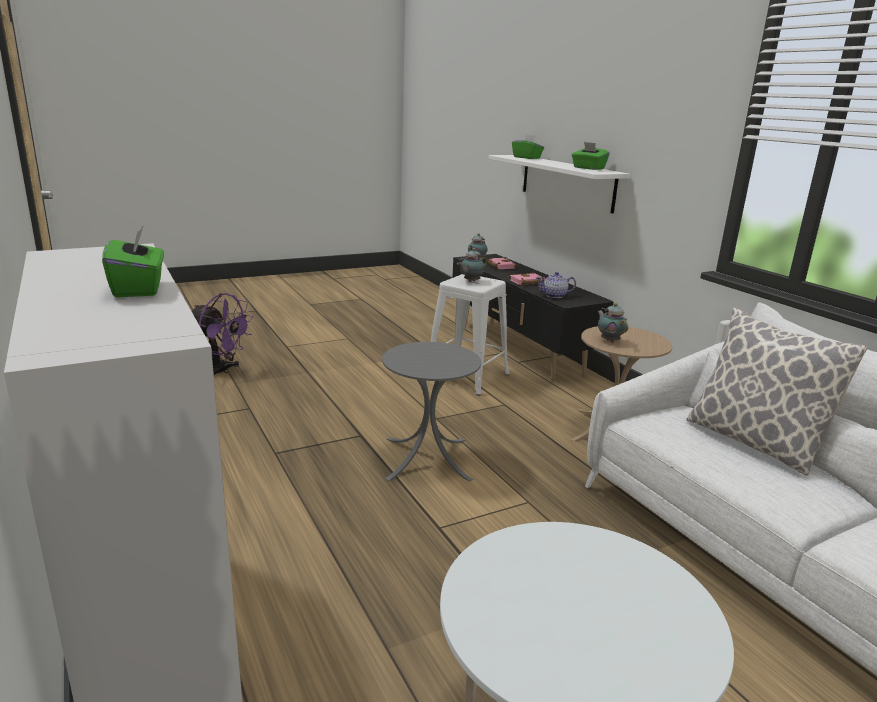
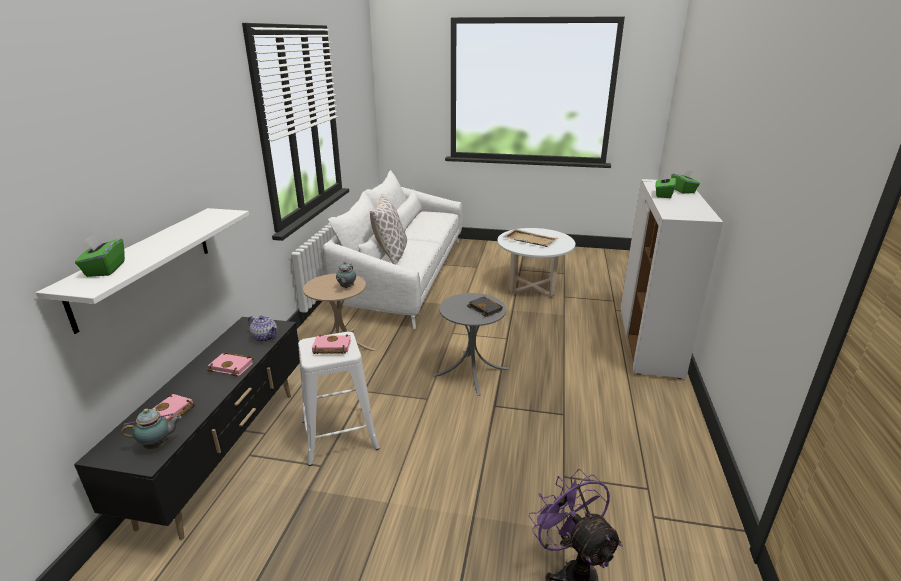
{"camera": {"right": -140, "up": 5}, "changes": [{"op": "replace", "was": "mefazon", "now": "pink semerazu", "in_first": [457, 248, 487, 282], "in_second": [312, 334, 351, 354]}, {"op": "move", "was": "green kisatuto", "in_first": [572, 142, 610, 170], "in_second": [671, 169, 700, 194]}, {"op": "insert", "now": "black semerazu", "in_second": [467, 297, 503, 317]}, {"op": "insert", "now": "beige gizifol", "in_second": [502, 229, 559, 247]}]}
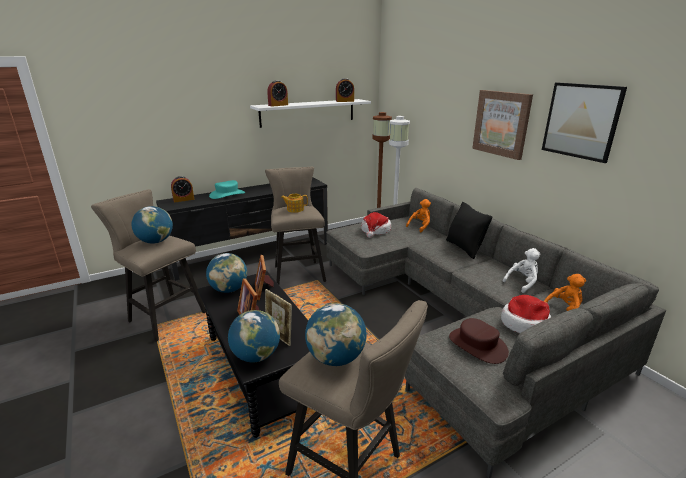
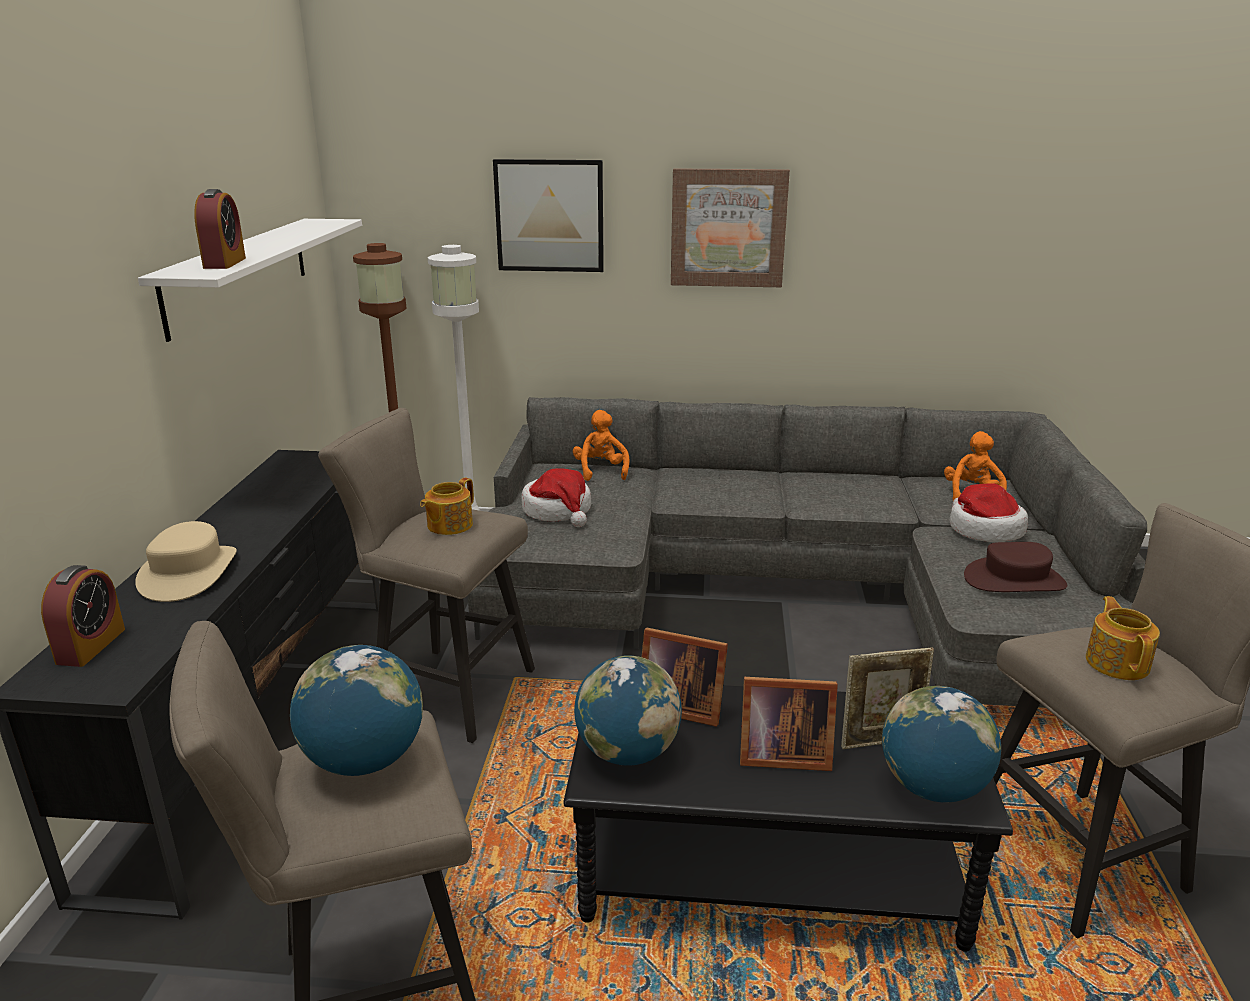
{"camera": {"right": -55, "up": 0}, "changes": [{"op": "recolor", "was": "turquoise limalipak", "now": "beige limalipak", "in_first": [209, 180, 245, 199], "in_second": [135, 521, 237, 602]}, {"op": "replace", "was": "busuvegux", "now": "mefazon", "in_first": [305, 303, 366, 366], "in_second": [1086, 596, 1160, 680]}, {"op": "delete", "was": "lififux", "in_first": [336, 78, 354, 102]}, {"op": "delete", "was": "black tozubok", "in_first": [446, 202, 492, 259]}, {"op": "delete", "was": "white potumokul", "in_first": [503, 248, 540, 293]}, {"op": "move", "was": "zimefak", "in_first": [542, 82, 627, 163], "in_second": [493, 159, 604, 272]}]}
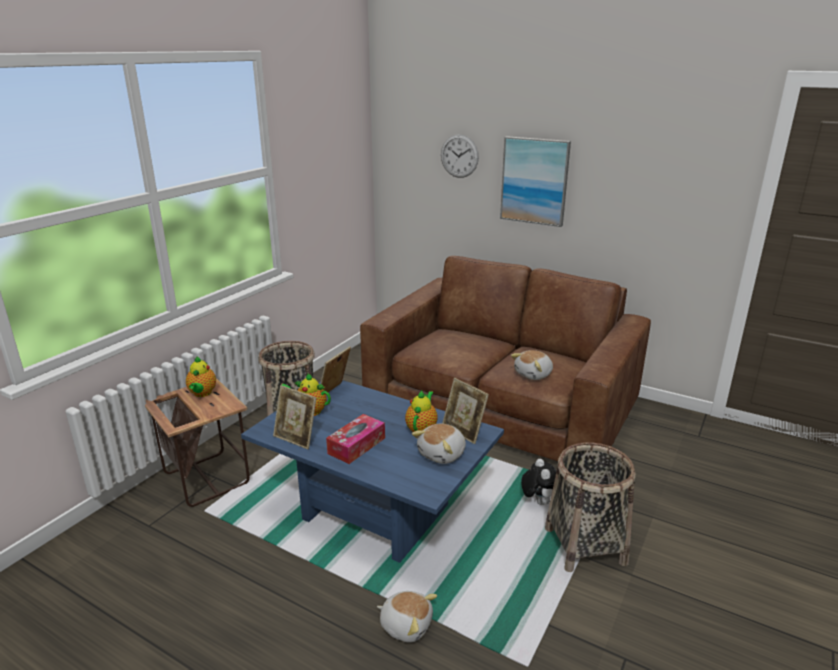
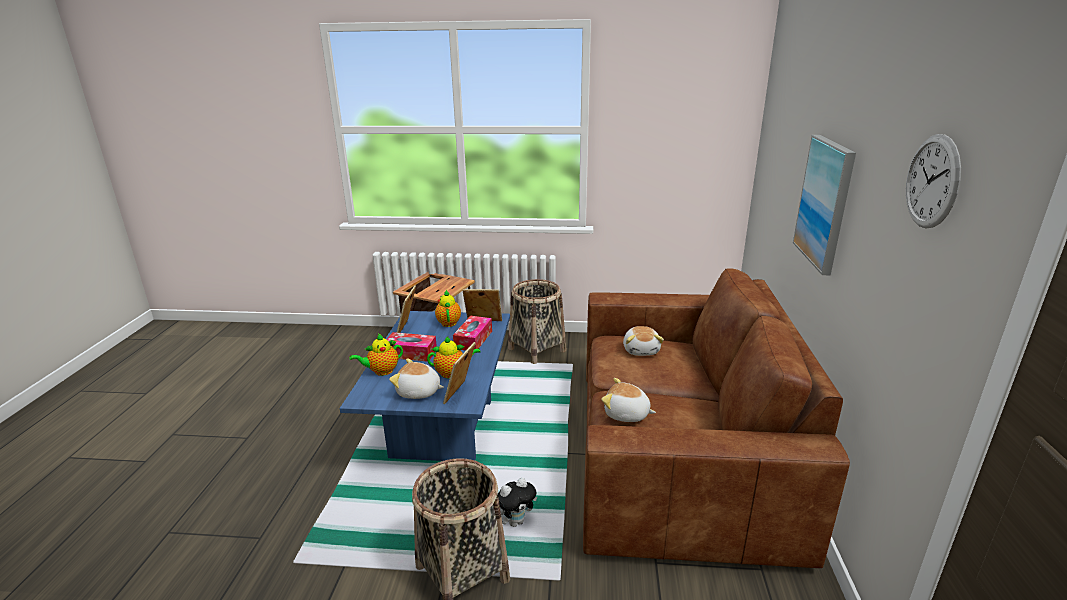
{"camera": {"right": 65, "up": 0}, "changes": [{"op": "move", "was": "mefazon", "in_first": [186, 356, 216, 397], "in_second": [349, 334, 403, 376]}, {"op": "move", "was": "potumokul", "in_first": [377, 591, 437, 642], "in_second": [623, 326, 664, 356]}, {"op": "move", "was": "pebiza", "in_first": [441, 134, 479, 178], "in_second": [906, 134, 961, 228]}, {"op": "insert", "now": "kisatuto", "in_second": [453, 316, 492, 350]}]}
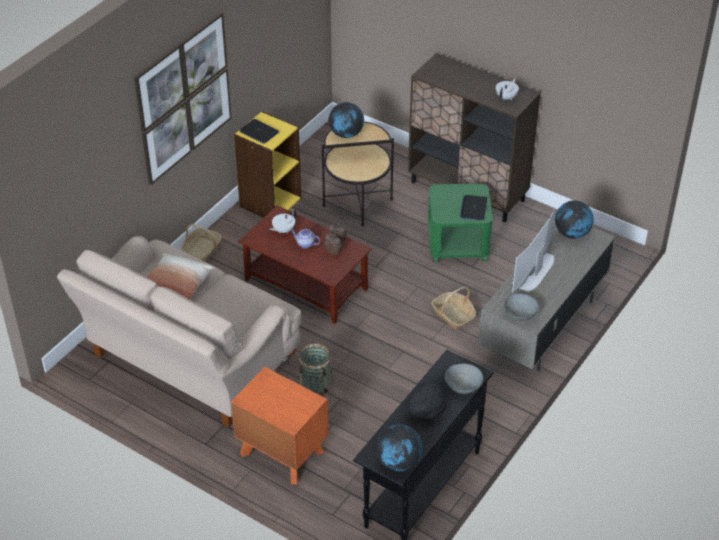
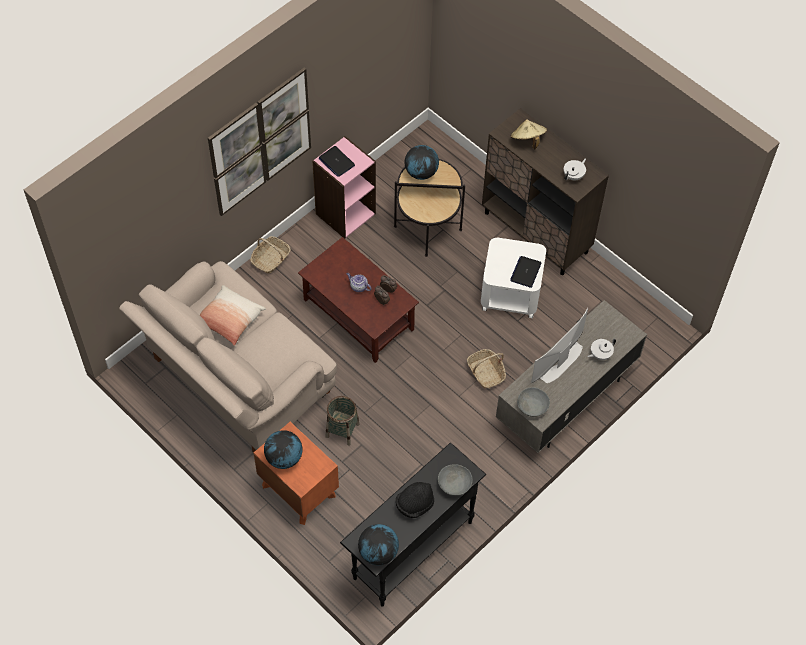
{"camera": {"right": 10, "up": 15}, "changes": [{"op": "recolor", "was": "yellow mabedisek", "now": "pink mabedisek", "in_first": [234, 111, 301, 218], "in_second": [312, 136, 376, 239]}, {"op": "move", "was": "white mefazon", "in_first": [269, 209, 296, 233], "in_second": [587, 339, 616, 360]}, {"op": "recolor", "was": "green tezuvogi", "now": "white tezuvogi", "in_first": [428, 184, 493, 262], "in_second": [481, 238, 546, 318]}, {"op": "move", "was": "busuvegux", "in_first": [555, 200, 594, 239], "in_second": [264, 430, 302, 469]}, {"op": "insert", "now": "beige limalipak", "in_second": [511, 119, 547, 150]}]}
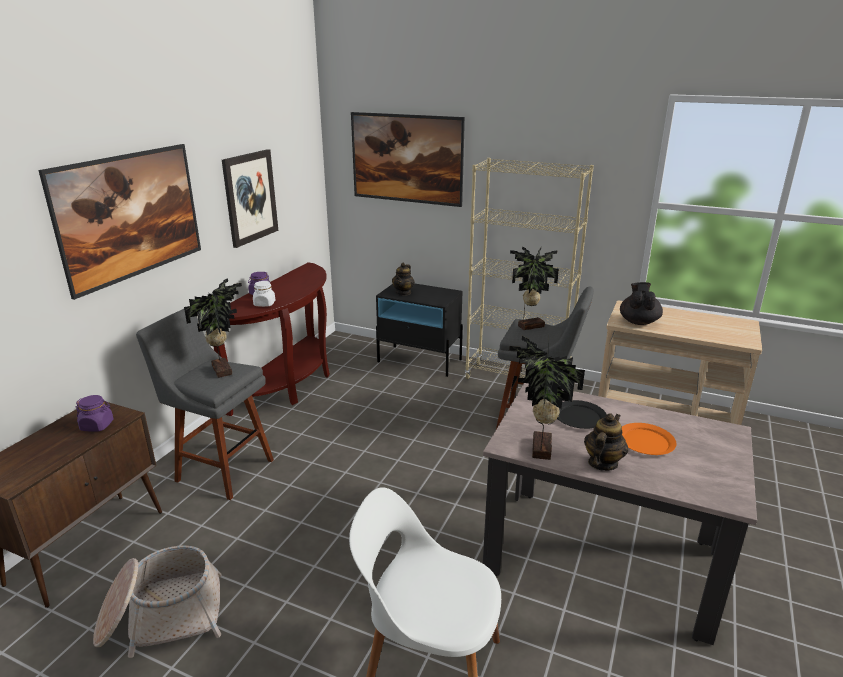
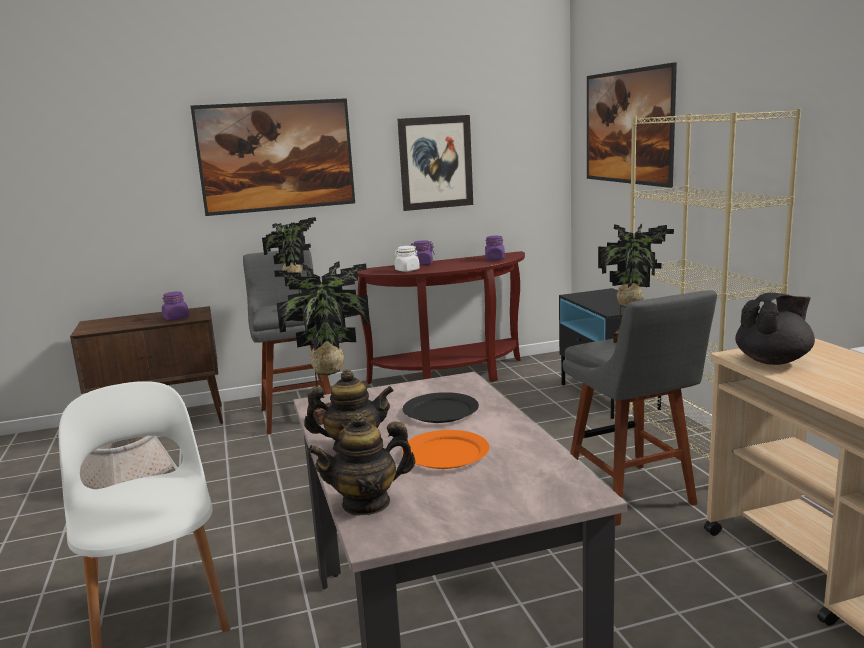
{"camera": {"right": 50, "up": -10}, "changes": [{"op": "move", "was": "mefazon", "in_first": [392, 263, 415, 296], "in_second": [308, 413, 415, 516]}, {"op": "insert", "now": "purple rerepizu", "in_second": [485, 236, 505, 260]}]}
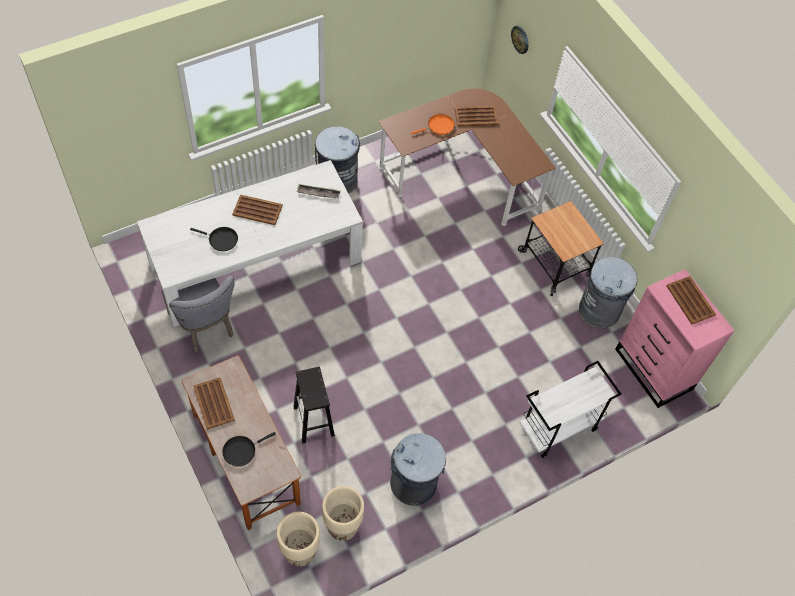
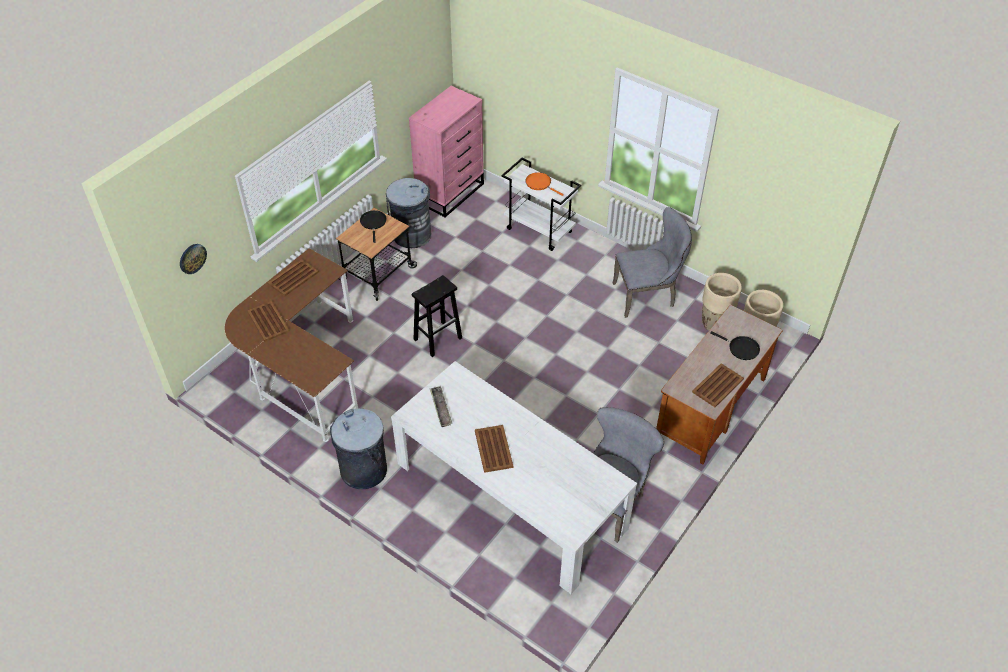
{"camera": {"right": -110, "up": -10}, "changes": [{"op": "move", "was": "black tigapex", "in_first": [190, 227, 238, 251], "in_second": [360, 210, 387, 243]}, {"op": "move", "was": "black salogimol", "in_first": [293, 367, 335, 444], "in_second": [412, 275, 462, 357]}, {"op": "replace", "was": "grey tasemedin", "now": "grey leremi", "in_first": [390, 433, 446, 506], "in_second": [613, 207, 692, 318]}, {"op": "move", "was": "orange tigapex", "in_first": [411, 114, 455, 135], "in_second": [525, 172, 564, 196]}, {"op": "move", "was": "brown gizifol", "in_first": [666, 276, 716, 325], "in_second": [268, 259, 319, 296]}]}
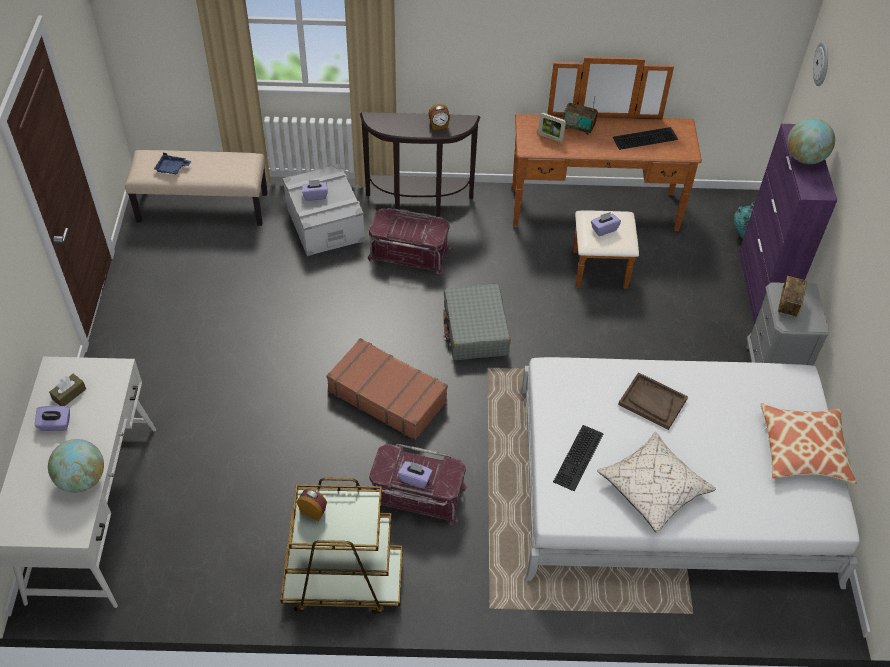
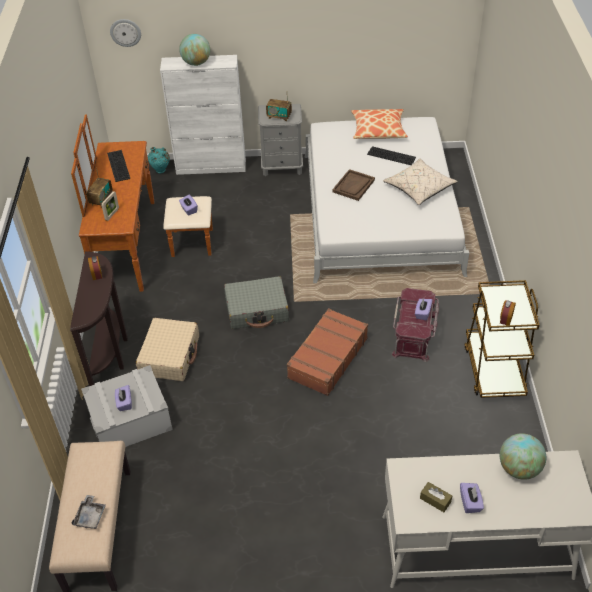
{"camera": {"right": -90, "up": -5}, "changes": [{"op": "recolor", "was": "blue gizifol", "now": "grey gizifol", "in_first": [154, 153, 191, 174], "in_second": [72, 495, 106, 529]}, {"op": "replace", "was": "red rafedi", "now": "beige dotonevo", "in_first": [368, 208, 451, 274], "in_second": [136, 318, 199, 381]}, {"op": "move", "was": "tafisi", "in_first": [553, 425, 604, 492], "in_second": [367, 146, 416, 165]}, {"op": "recolor", "was": "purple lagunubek", "now": "white lagunubek", "in_first": [739, 124, 837, 325], "in_second": [160, 55, 246, 175]}]}
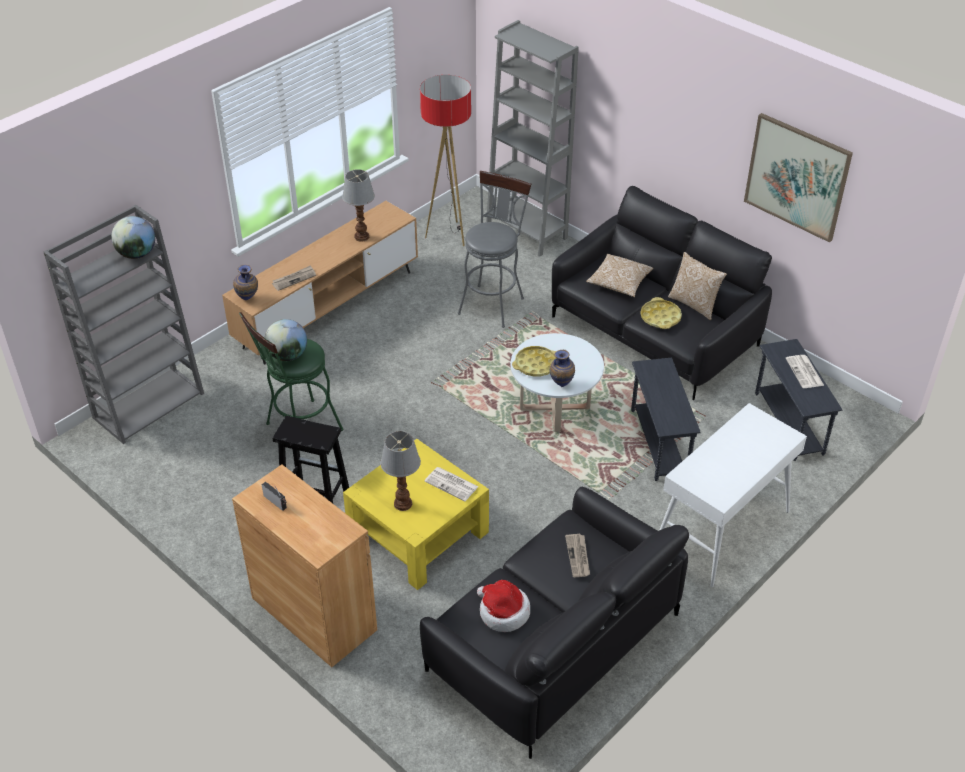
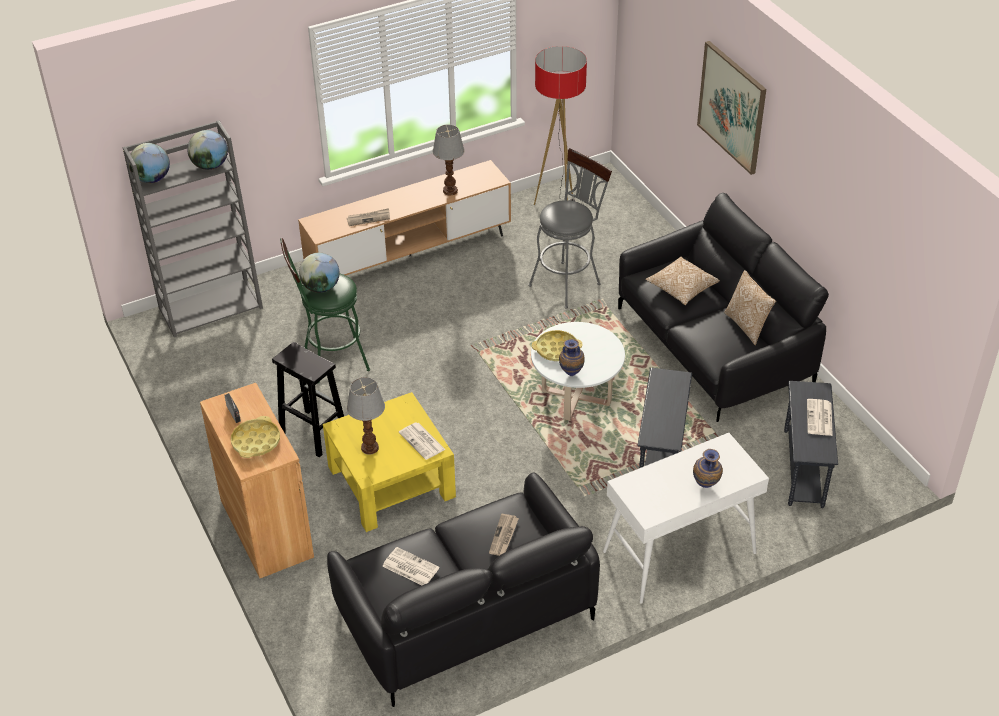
{"camera": {"right": 20, "up": 0}, "changes": [{"op": "move", "was": "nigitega", "in_first": [233, 265, 258, 300], "in_second": [693, 449, 723, 488]}, {"op": "replace", "was": "limalipak", "now": "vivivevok", "in_first": [477, 580, 530, 632], "in_second": [382, 547, 440, 585]}, {"op": "delete", "was": "grey mabedisek", "in_first": [486, 20, 579, 257]}, {"op": "move", "was": "yellow gizifol", "in_first": [640, 297, 682, 329], "in_second": [231, 416, 280, 458]}, {"op": "move", "was": "zimefak", "in_first": [744, 113, 853, 243], "in_second": [697, 41, 766, 175]}, {"op": "insert", "now": "busuvegux", "in_second": [129, 143, 170, 183]}]}
